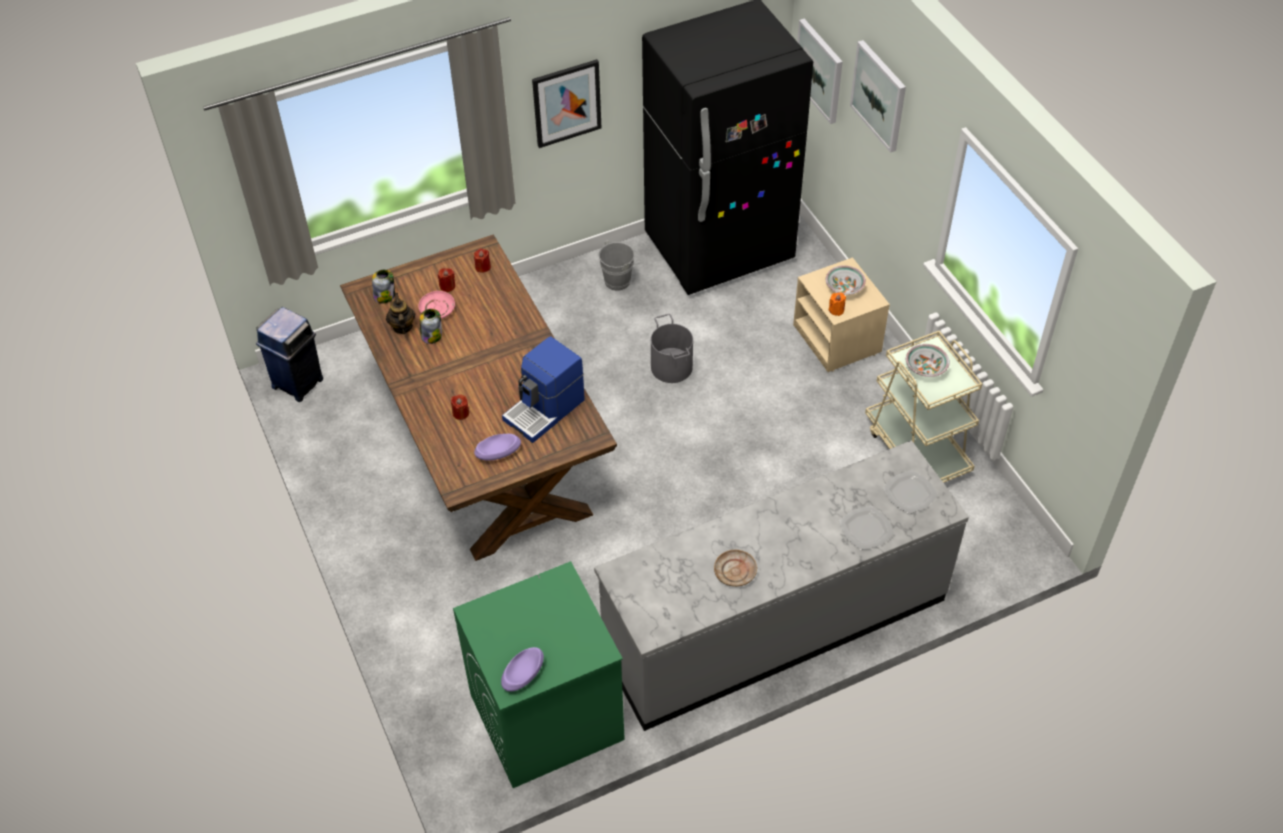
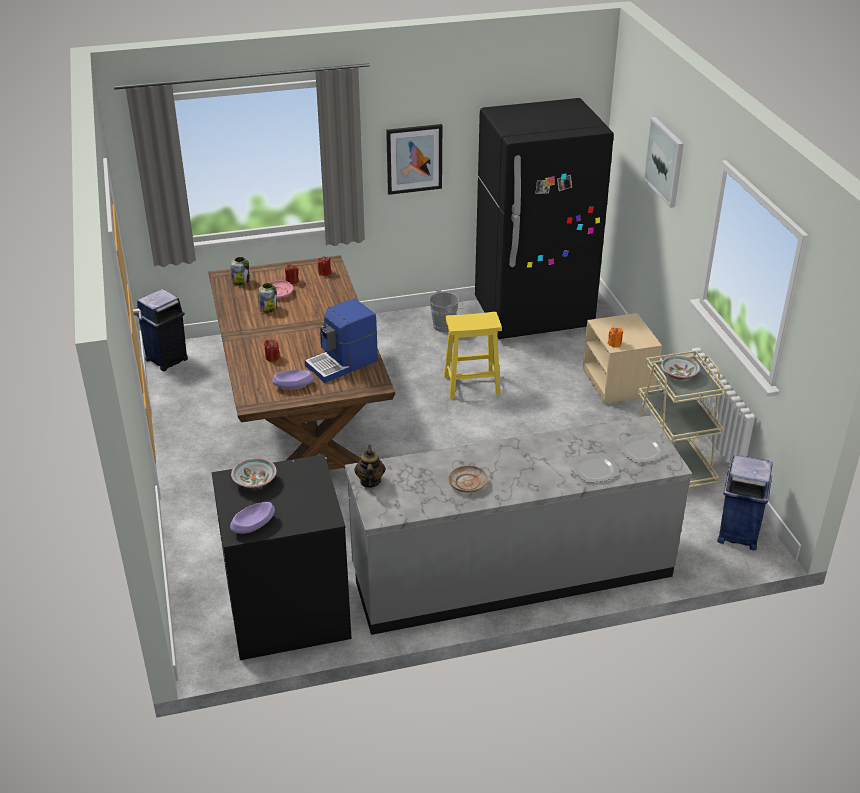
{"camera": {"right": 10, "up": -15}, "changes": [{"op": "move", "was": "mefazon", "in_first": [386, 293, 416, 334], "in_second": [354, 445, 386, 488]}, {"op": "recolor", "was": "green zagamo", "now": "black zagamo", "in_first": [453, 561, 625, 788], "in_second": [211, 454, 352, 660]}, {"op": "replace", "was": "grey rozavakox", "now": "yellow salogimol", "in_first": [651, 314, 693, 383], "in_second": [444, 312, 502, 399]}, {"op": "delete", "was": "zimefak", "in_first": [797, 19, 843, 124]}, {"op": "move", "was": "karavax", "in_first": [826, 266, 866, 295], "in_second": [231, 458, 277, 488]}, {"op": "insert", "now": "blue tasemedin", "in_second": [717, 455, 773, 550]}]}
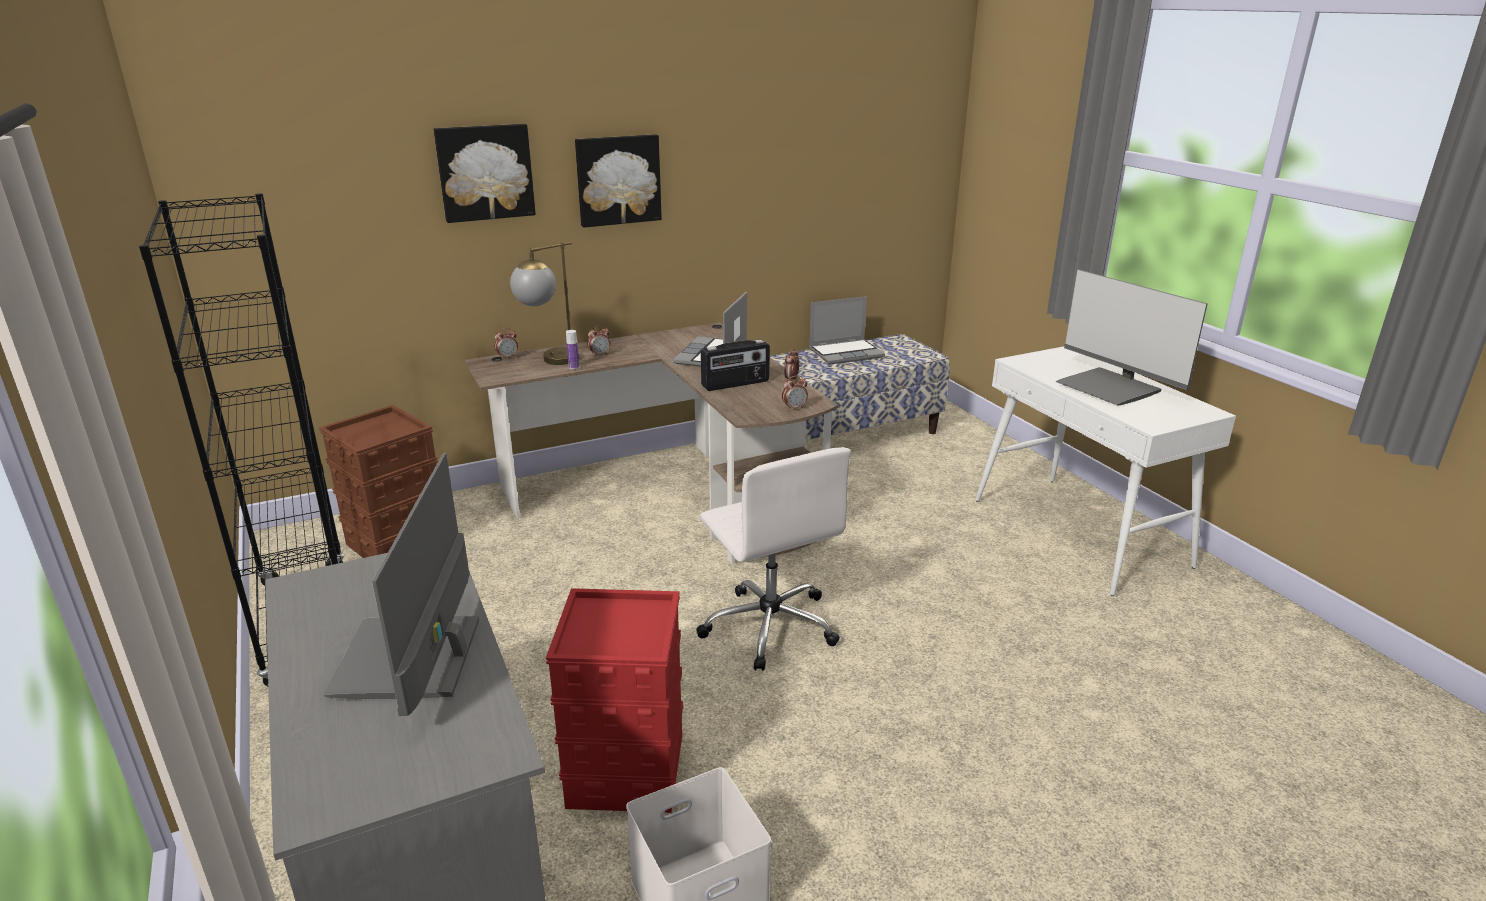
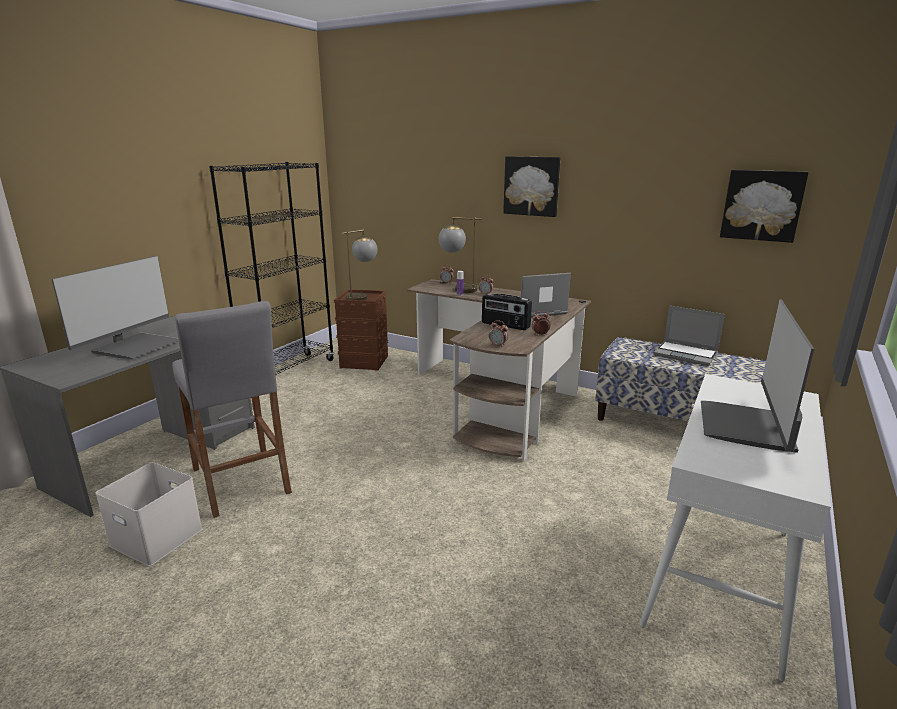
{"camera": {"right": 55, "up": -5}, "changes": [{"op": "rotate", "was": "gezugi", "in_first": [323, 453, 479, 716], "in_second": [52, 256, 179, 359], "clockwise": 150}, {"op": "move", "was": "zimefak", "in_first": [434, 124, 536, 223], "in_second": [720, 170, 809, 243]}, {"op": "replace", "was": "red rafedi", "now": "grey salogimol", "in_first": [546, 588, 683, 813], "in_second": [172, 301, 292, 518]}, {"op": "delete", "was": "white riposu", "in_first": [696, 447, 851, 671]}, {"op": "insert", "now": "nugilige", "in_second": [341, 229, 378, 301]}]}
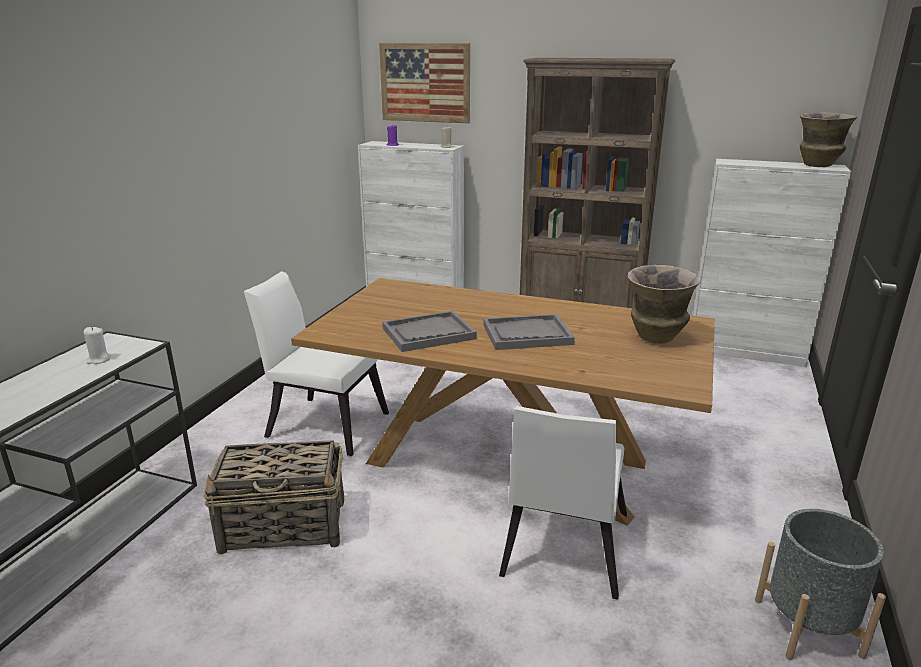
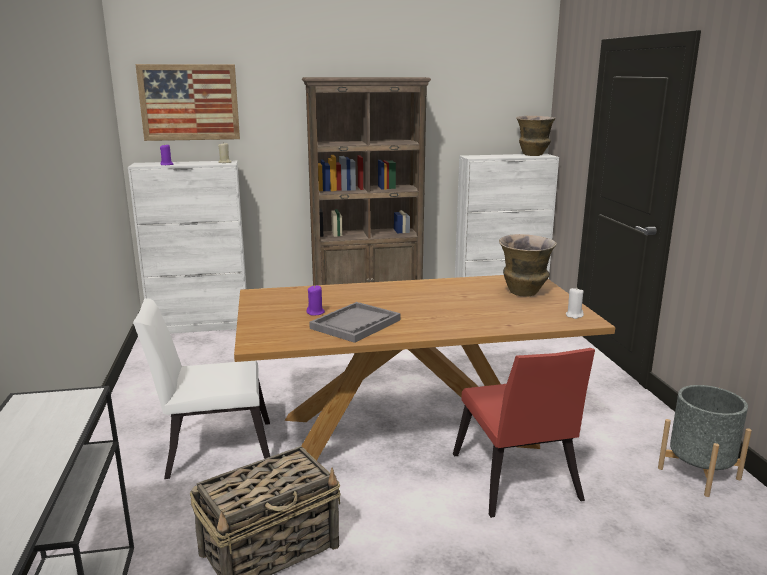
{"camera": {"right": -30, "up": -5}, "changes": [{"op": "move", "was": "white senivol", "in_first": [84, 327, 111, 364], "in_second": [565, 288, 584, 319]}, {"op": "delete", "was": "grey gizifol", "in_first": [483, 314, 575, 350]}, {"op": "recolor", "was": "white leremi", "now": "red leremi", "in_first": [499, 406, 627, 600], "in_second": [453, 348, 595, 518]}, {"op": "insert", "now": "purple senivol", "in_second": [307, 285, 325, 315]}]}
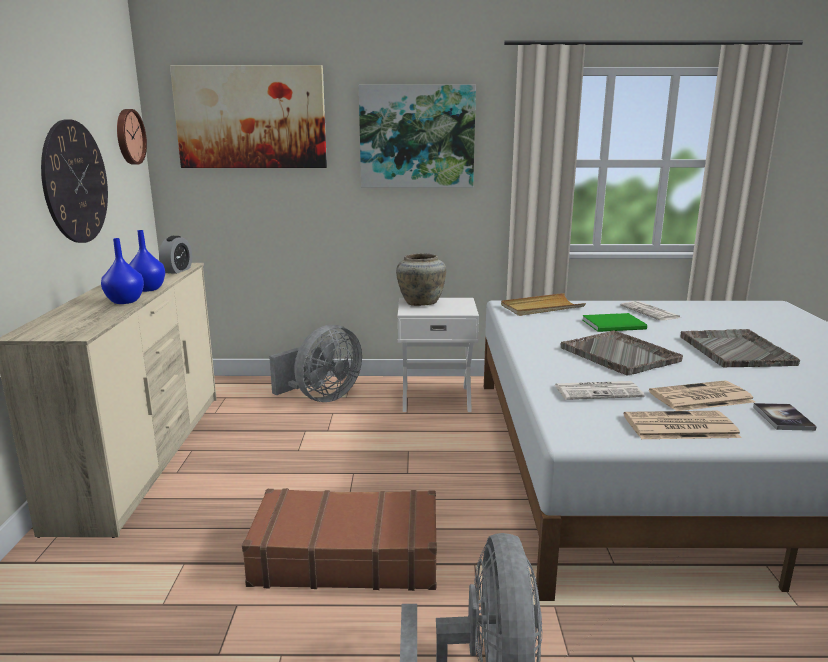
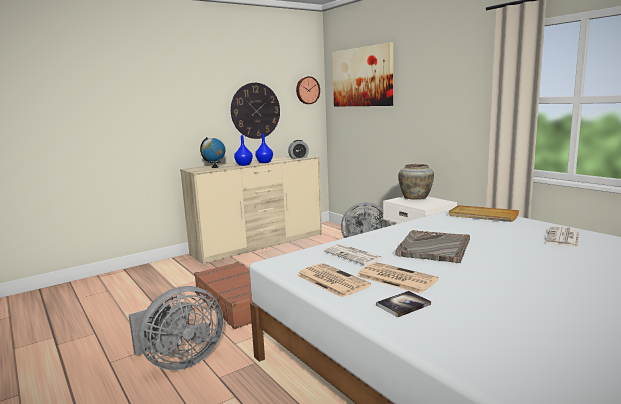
{"camera": {"right": 55, "up": -5}, "changes": [{"op": "delete", "was": "zimefak", "in_first": [359, 85, 476, 187]}, {"op": "delete", "was": "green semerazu", "in_first": [582, 313, 647, 332]}, {"op": "delete", "was": "grey gizifol", "in_first": [681, 329, 800, 367]}, {"op": "insert", "now": "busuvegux", "in_second": [200, 137, 225, 168]}]}
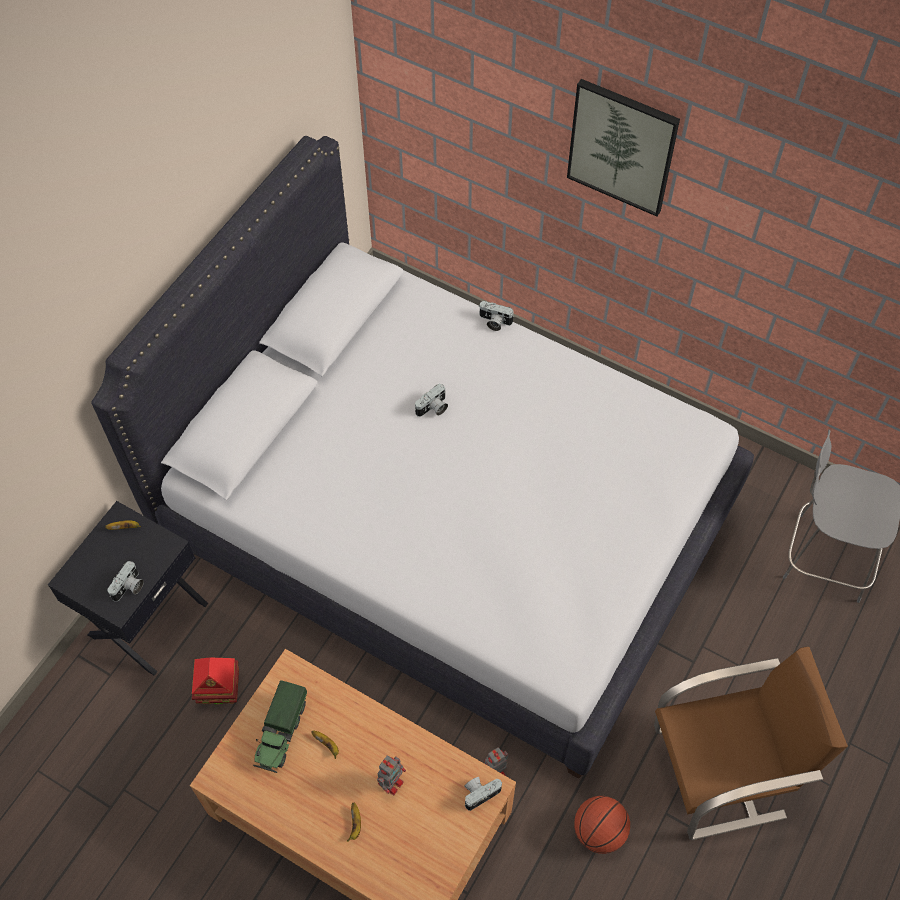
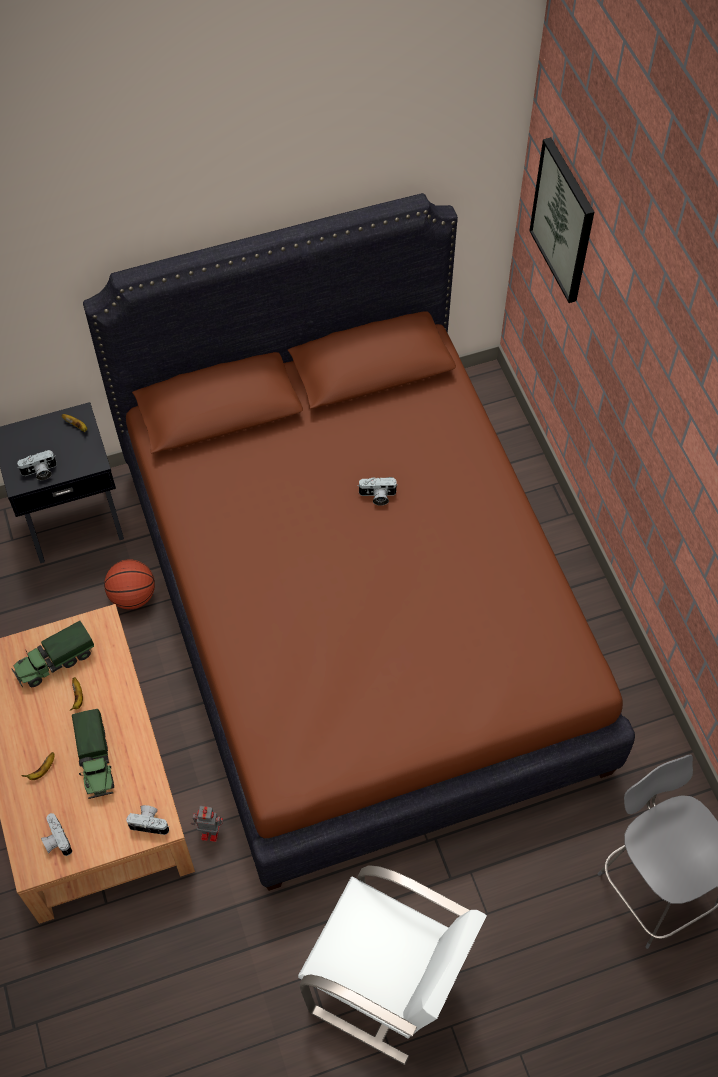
{"camera": {"right": 40, "up": 0}, "changes": [{"op": "recolor", "was": "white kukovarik", "now": "brown kukovarik", "in_first": [91, 136, 754, 779], "in_second": [83, 193, 635, 891]}, {"op": "delete", "was": "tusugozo", "in_first": [192, 658, 239, 705]}, {"op": "replace", "was": "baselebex", "now": "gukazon", "in_first": [377, 755, 406, 795], "in_second": [72, 709, 114, 799]}, {"op": "move", "was": "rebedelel", "in_first": [479, 301, 514, 331], "in_second": [41, 813, 72, 856]}, {"op": "move", "was": "zimefak", "in_first": [567, 79, 680, 216], "in_second": [529, 137, 594, 303]}, {"op": "move", "was": "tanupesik", "in_first": [574, 796, 630, 854], "in_second": [104, 559, 155, 609]}, {"op": "recolor", "was": "brown leremi", "now": "white leremi", "in_first": [654, 647, 848, 840], "in_second": [298, 865, 487, 1065]}]}
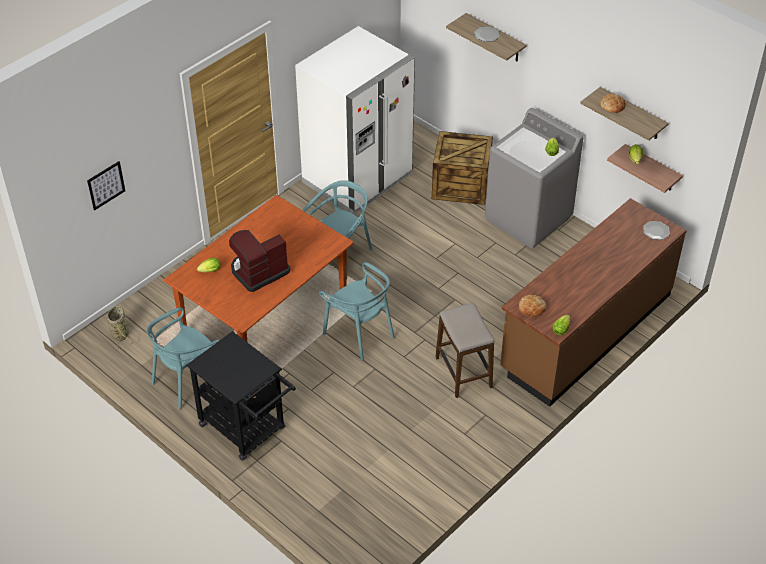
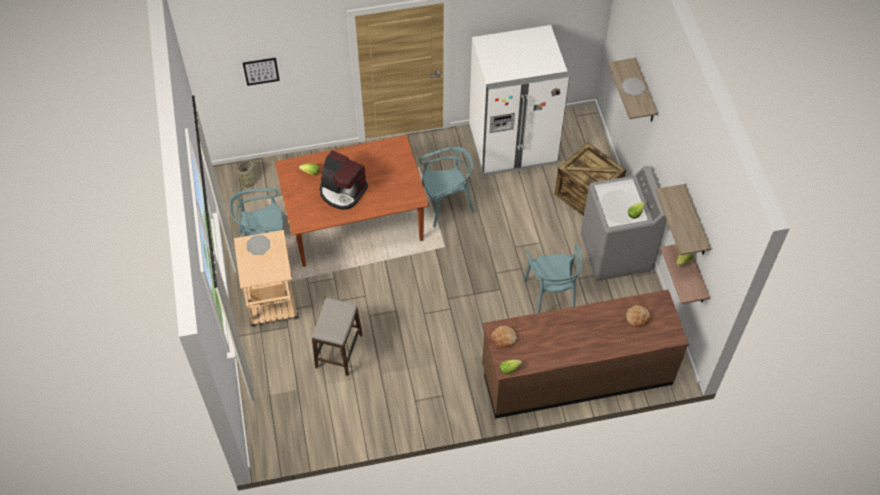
{"camera": {"right": 35, "up": 10}, "changes": [{"op": "recolor", "was": "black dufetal", "now": "beige dufetal", "in_first": [187, 331, 296, 461], "in_second": [234, 230, 299, 327]}, {"op": "rotate", "was": "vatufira", "in_first": [229, 230, 290, 292], "in_second": [320, 150, 368, 210], "clockwise": -150}, {"op": "move", "was": "turquoise leremi", "in_first": [319, 262, 395, 360], "in_second": [524, 244, 583, 313]}, {"op": "move", "was": "salogimol", "in_first": [435, 303, 494, 398], "in_second": [312, 298, 363, 376]}, {"op": "move", "was": "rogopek", "in_first": [600, 94, 626, 113], "in_second": [626, 305, 650, 328]}, {"op": "move", "was": "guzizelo", "in_first": [643, 221, 670, 240], "in_second": [247, 235, 270, 255]}]}
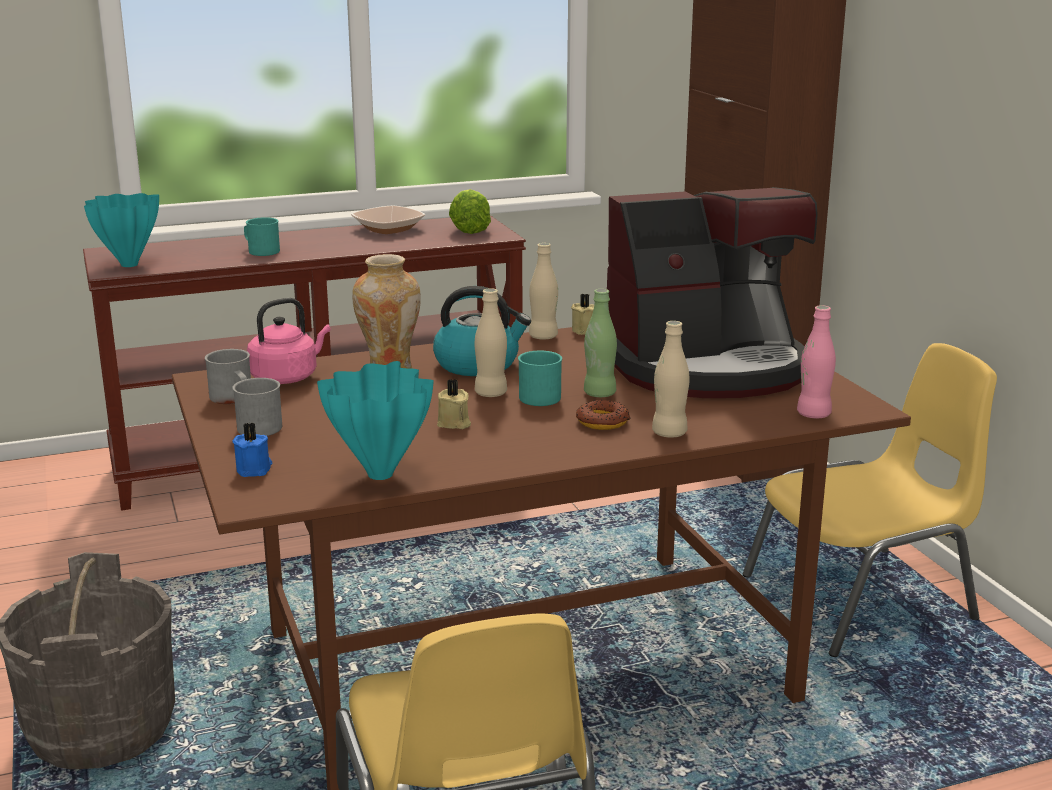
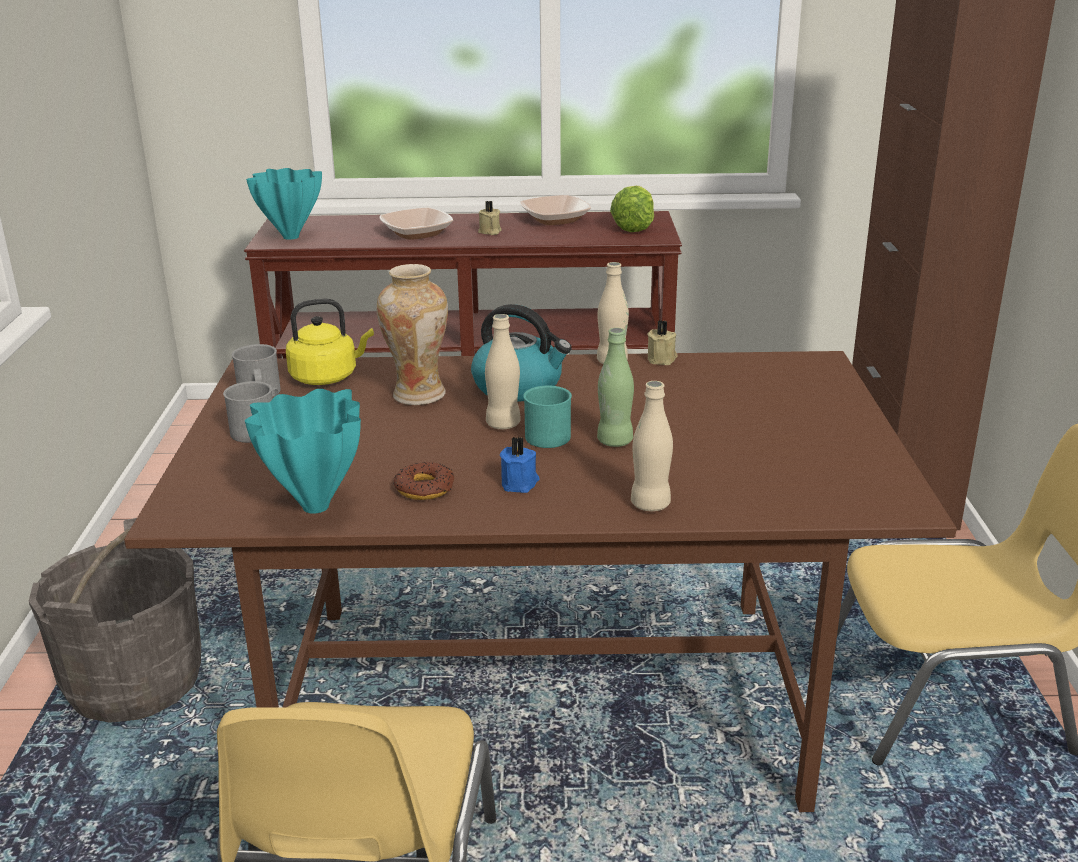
{"camera": {"right": 20, "up": 5}, "changes": [{"op": "move", "was": "blue senivol", "in_first": [232, 422, 272, 477], "in_second": [500, 437, 539, 493]}, {"op": "replace", "was": "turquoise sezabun", "now": "karavax", "in_first": [244, 217, 280, 256], "in_second": [379, 207, 453, 240]}, {"op": "recolor", "was": "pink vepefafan", "now": "yellow vepefafan", "in_first": [247, 298, 330, 384], "in_second": [286, 299, 374, 385]}, {"op": "move", "was": "beige senivol", "in_first": [437, 379, 471, 429], "in_second": [478, 201, 502, 235]}, {"op": "move", "was": "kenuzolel", "in_first": [576, 400, 631, 430], "in_second": [393, 462, 454, 500]}, {"op": "delete", "was": "vatufira", "in_first": [607, 187, 818, 398]}, {"op": "delete", "was": "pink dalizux", "in_first": [797, 305, 836, 418]}]}
